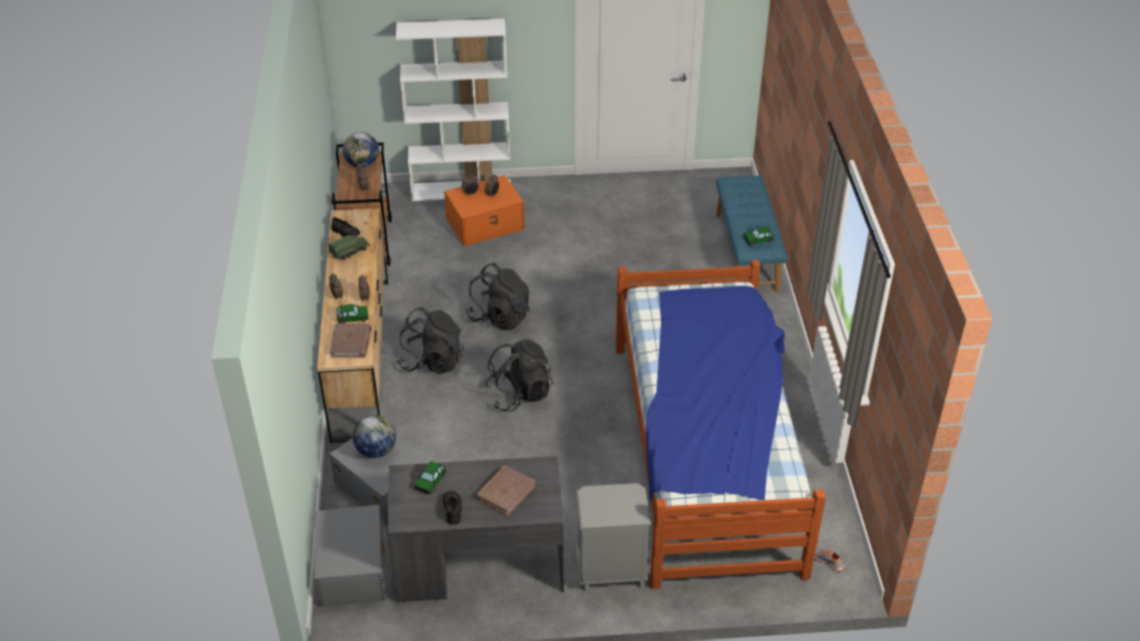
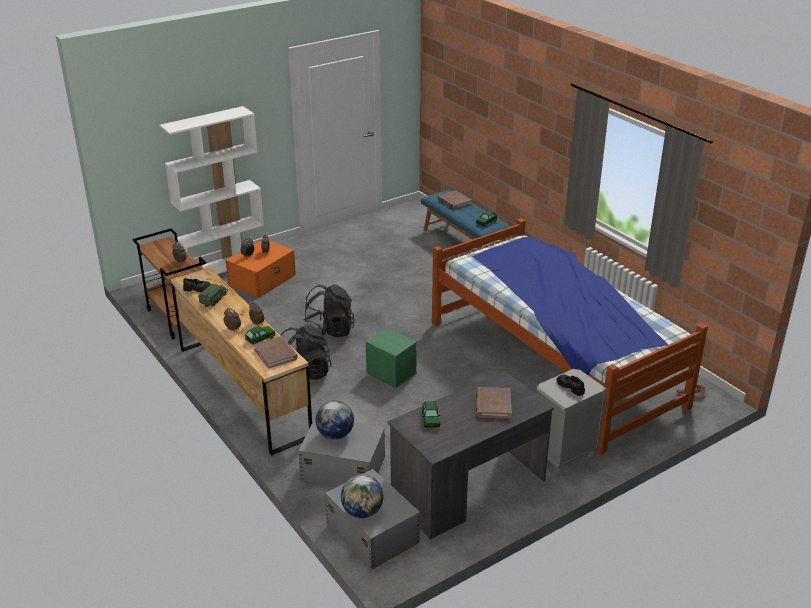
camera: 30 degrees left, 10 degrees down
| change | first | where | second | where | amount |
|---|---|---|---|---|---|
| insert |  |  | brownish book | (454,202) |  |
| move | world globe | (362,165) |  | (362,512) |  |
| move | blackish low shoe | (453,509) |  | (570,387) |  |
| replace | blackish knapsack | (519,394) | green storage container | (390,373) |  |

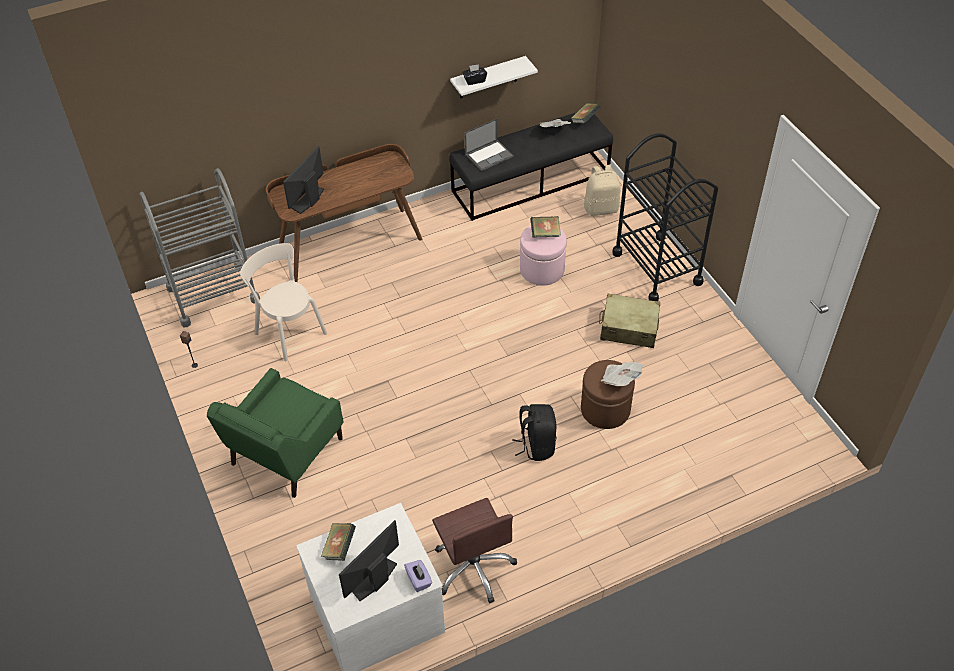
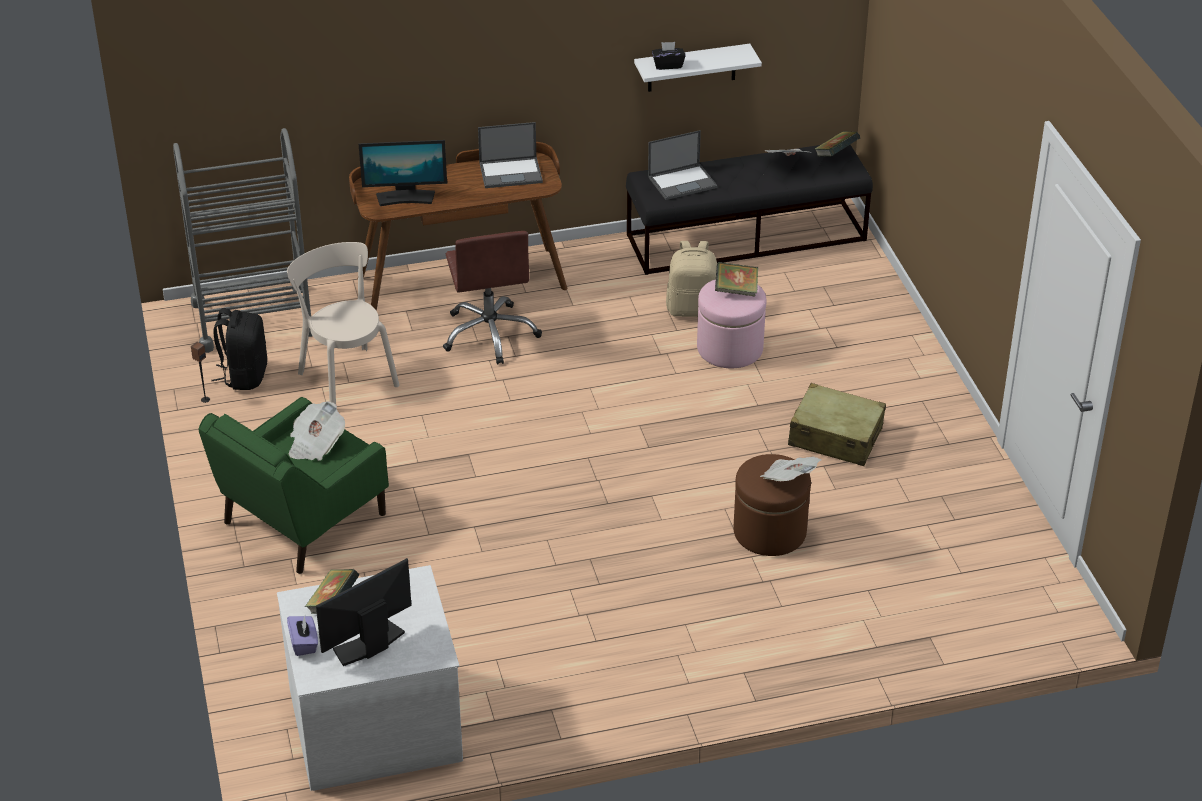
camera: 10 degrees right, 10 degrees down
| change | first | where | second | where | amount |
|---|---|---|---|---|---|
| delete | blackish cart | (657,268) |  |  |  |
| insert |  |  | daily paper | (315,444) |  |
| insert |  |  | notebook computer | (511,172) |  |
| move | purple-coloured tissue box | (419,580) |  | (304,643) |  |
| move | brownish computer chair | (474,567) |  | (490,334) |  |
| move | blackish knapsack | (536,445) |  | (244,375) |  |
| move | beige knapsack | (601,208) |  | (692,309) |  |
| rotate | computer screen | (308,200) |  | (405,197) | 135 degrees counterclockwise |

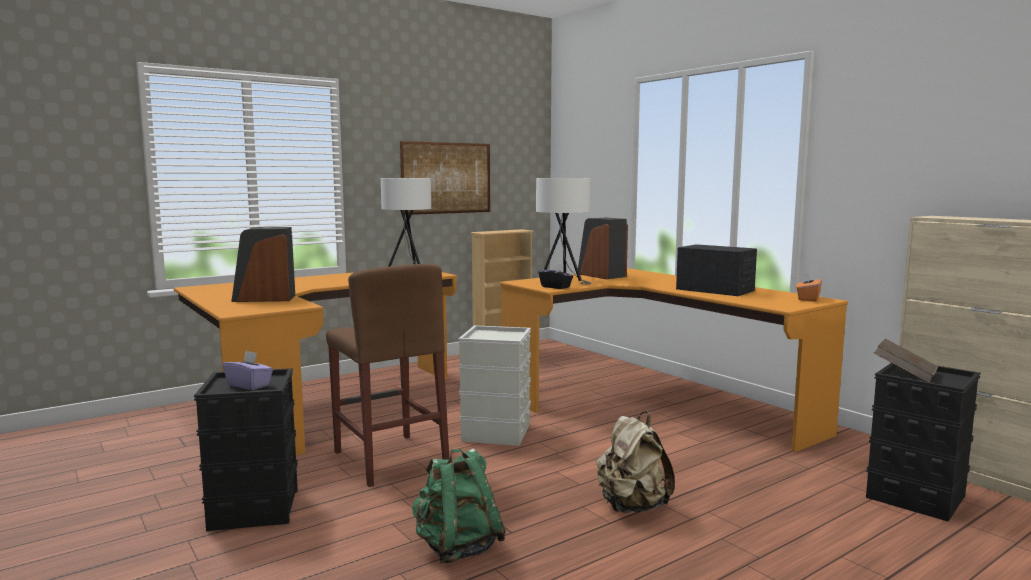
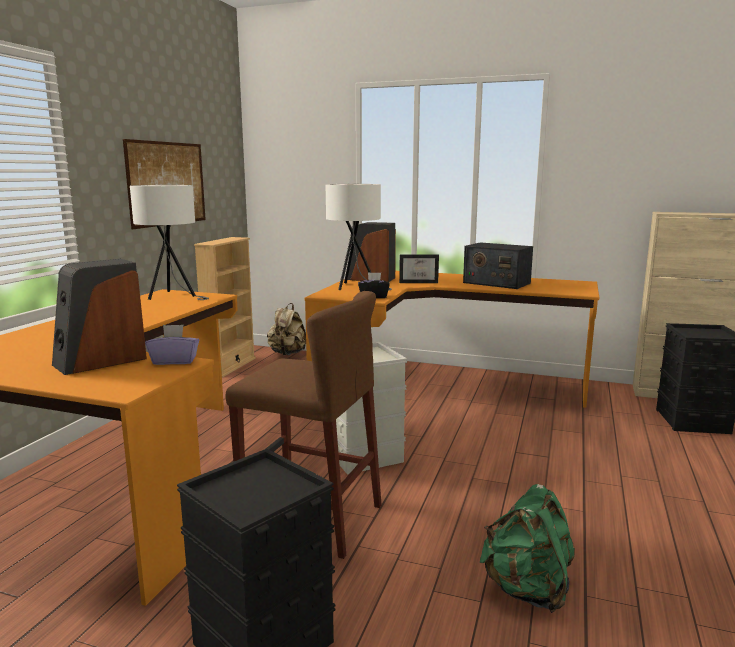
camera: 35 degrees left, 5 degrees up
| change | first | where | second | where | amount |
|---|---|---|---|---|---|
| delete | orange-coloured tissue box | (808,299) |  |  |  |
| delete | brownish book | (904,374) |  |  |  |
| insert |  |  | picture frame | (419,282) |  |
| move | purple-coloured tissue box | (249,385) |  | (174,361) |  |
| move | beige knapsack | (632,506) |  | (287,354) |  |
| rotate | radio | (715,290) |  | (496,283) | 150 degrees counterclockwise |

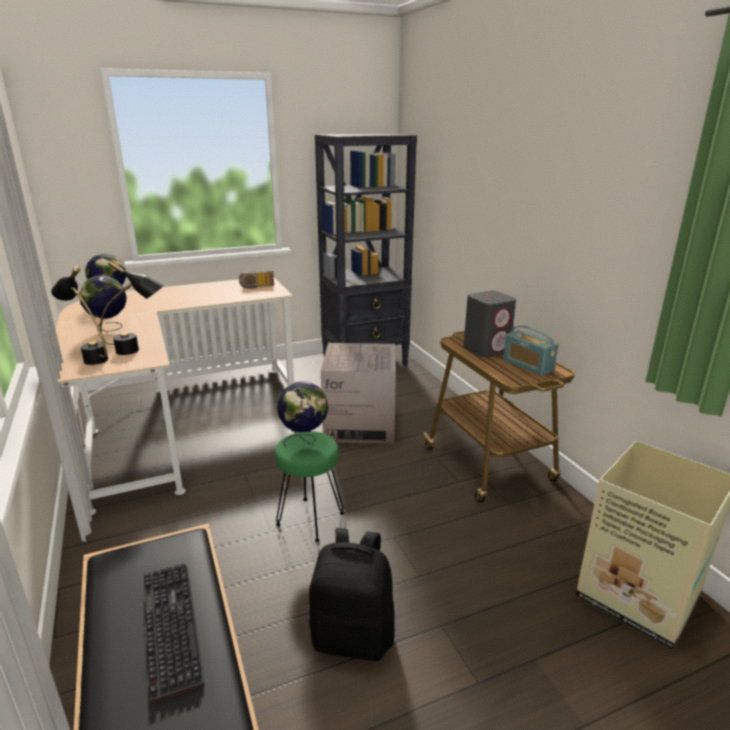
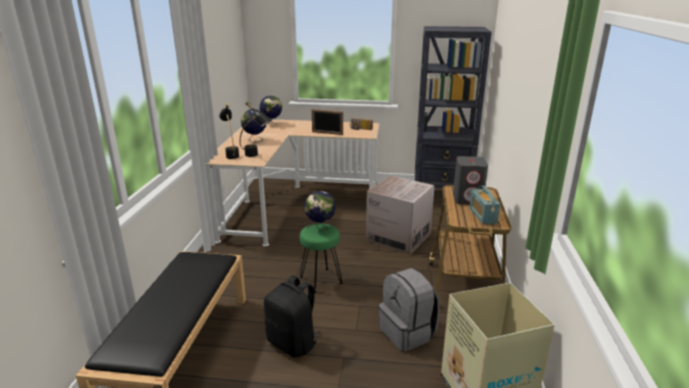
camera: 30 degrees right, 0 degrees up
| change | first | where | second | where | amount |
|---|---|---|---|---|---|
| delete | computer keyboard | (168,627) |  |  |  |
| insert |  |  | picture frame | (327,133) |  |
| insert |  |  | gray knapsack | (408,333) |  |

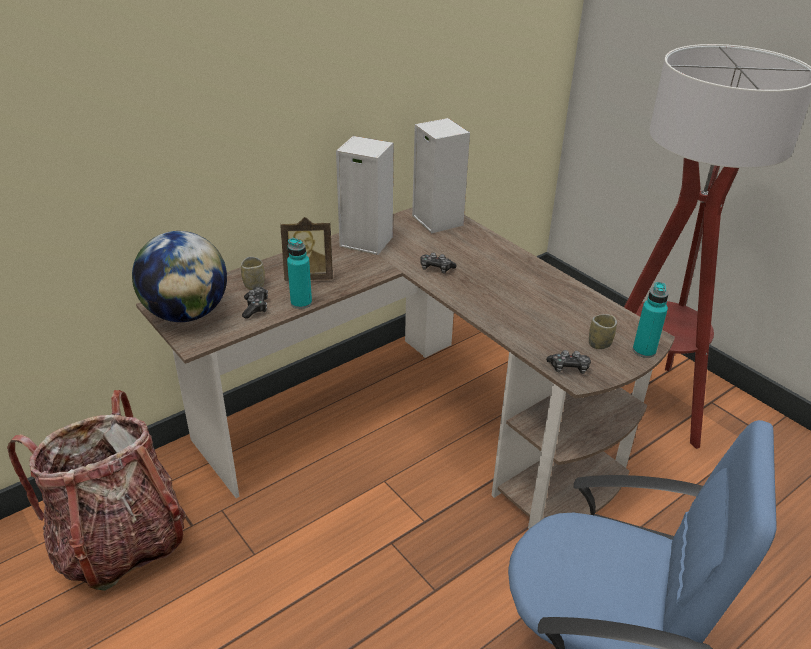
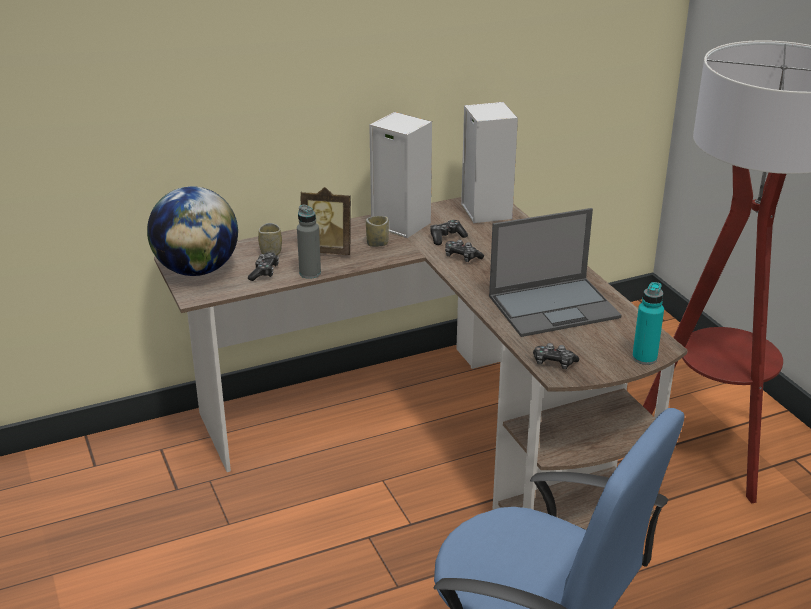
camera: 15 degrees right, 5 degrees down
| change | first | where | second | where | amount |
|---|---|---|---|---|---|
| delete | knapsack | (120,542) |  |  |  |
| insert |  |  | gamepad | (446,237) |  |
| insert |  |  | notebook computer | (555,306) |  |
| move | small cup | (599,344) |  | (377,243) |  |
| recolor | blue-green bottle | (301,303) | gray bottle | (310,273) |  |

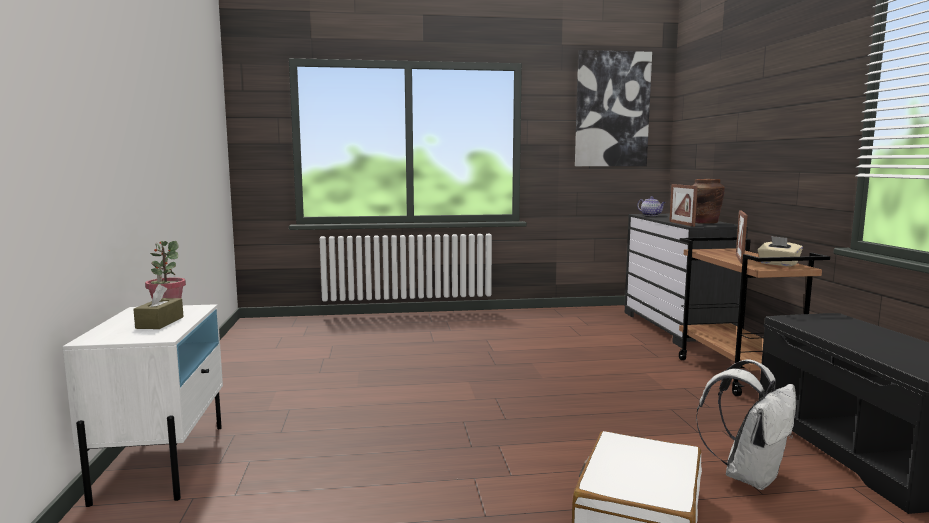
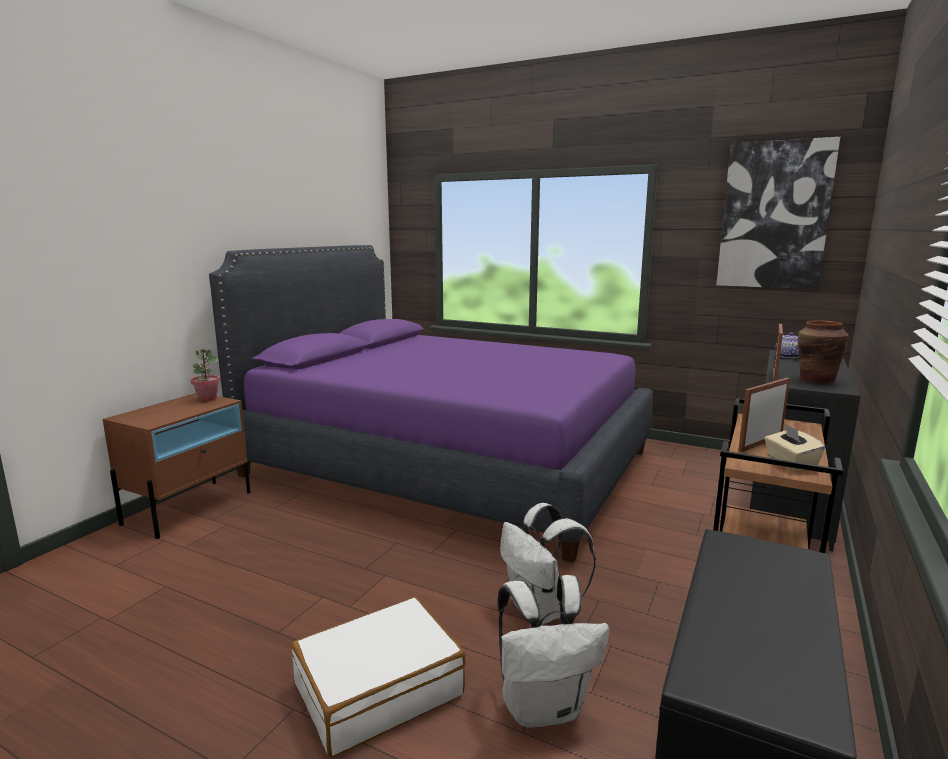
camera: 35 degrees right, 5 degrees up
| change | first | where | second | where | amount |
|---|---|---|---|---|---|
| delete | brownish tissue box | (160,322) |  |  |  |
| insert |  |  | purple-coloured bed | (448,463) |  |
| insert |  |  | white-coloured knapsack | (540,611) |  |
| recolor | white-coloured bedside table | (163,461) | brownish bedside table | (189,507) |  |

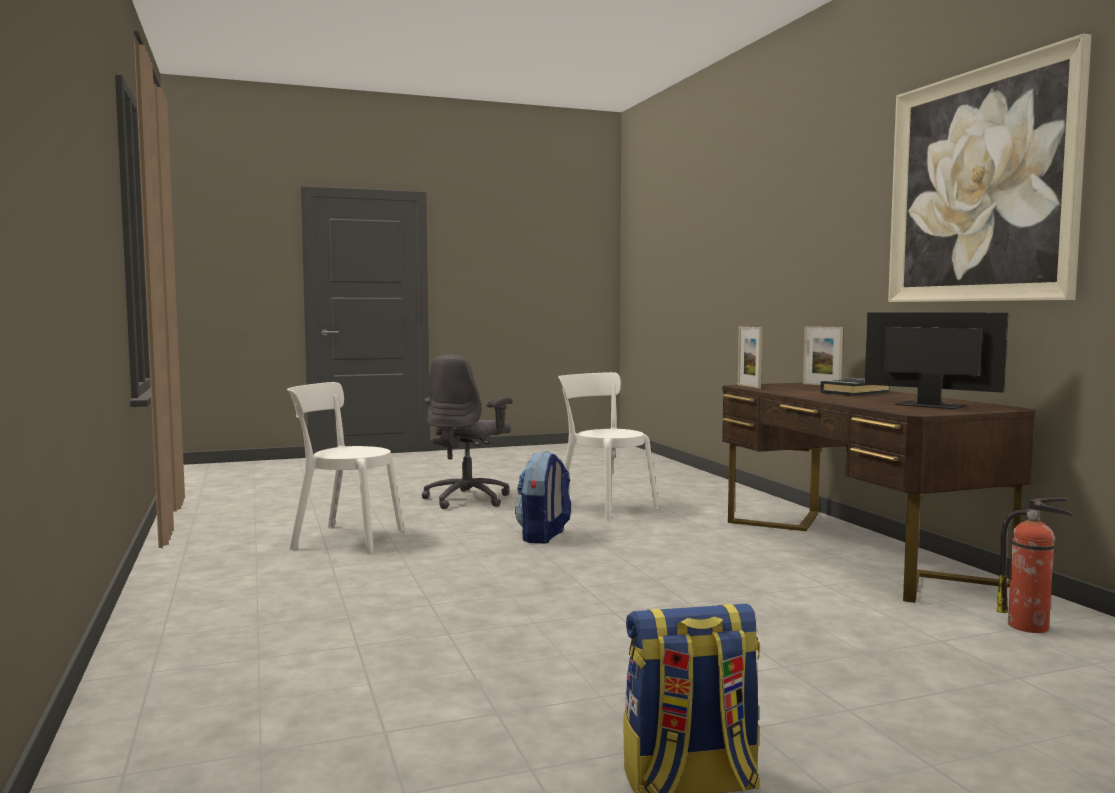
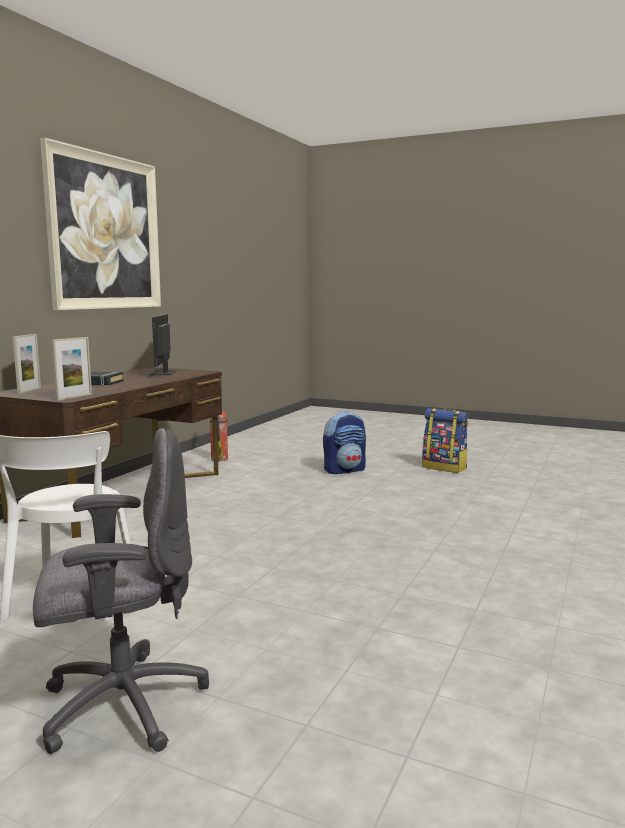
camera: 135 degrees left, 5 degrees up
| change | first | where | second | where | amount |
|---|---|---|---|---|---|
| delete | white-coloured plain chair | (343,538) |  |  |  |
| move | knapsack | (544,537) |  | (344,470) |  |

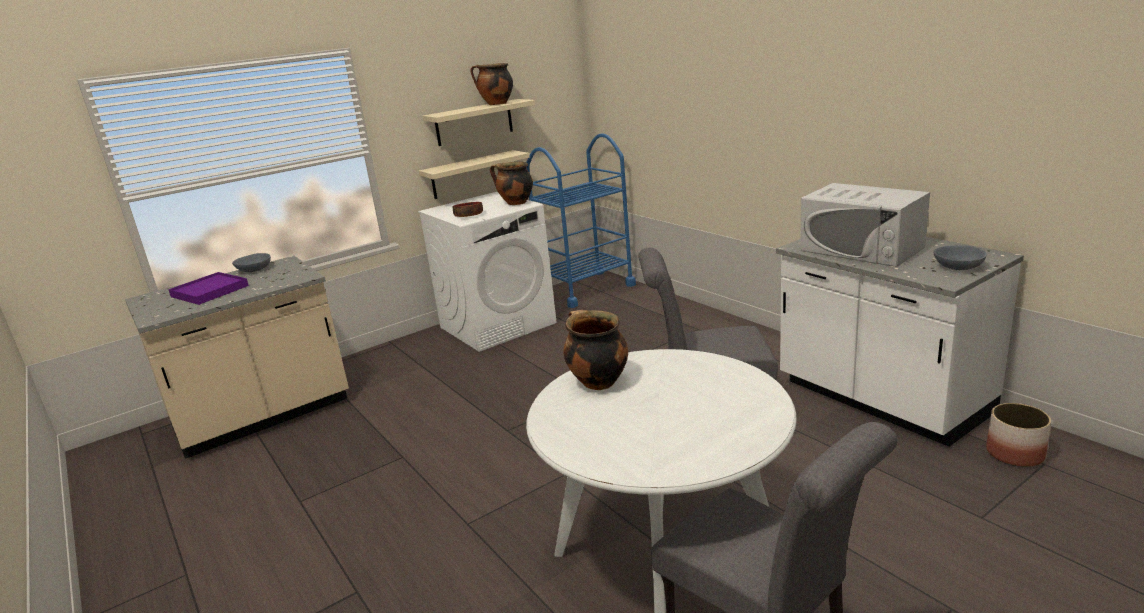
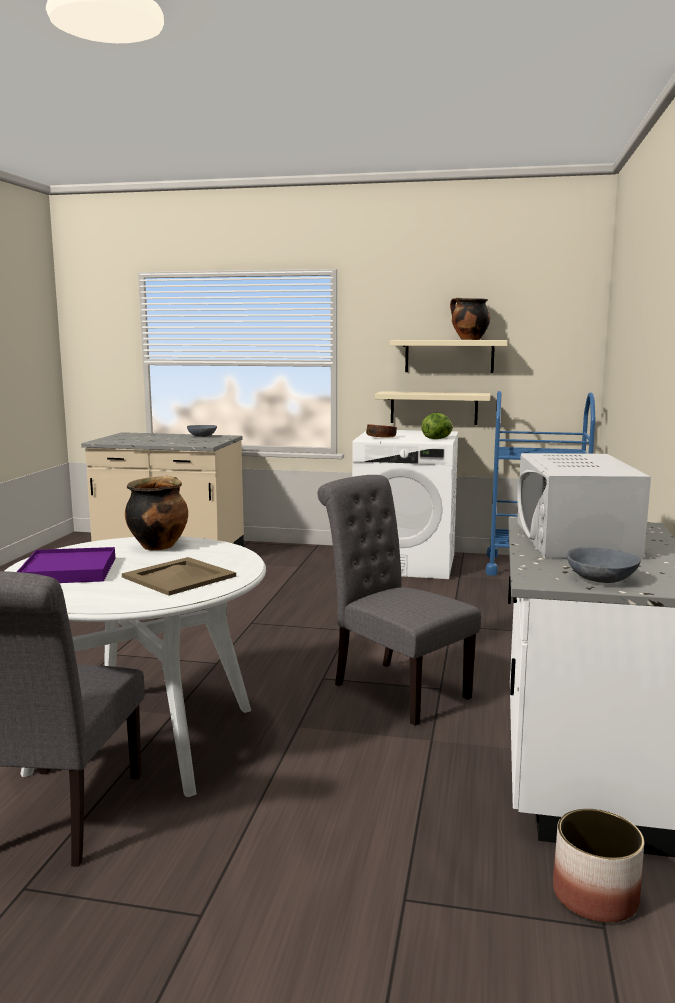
camera: 45 degrees right, 10 degrees down
| change | first | where | second | where | amount |
|---|---|---|---|---|---|
| insert |  |  | beige serving tray | (178,577) |  |
| move | purple-coloured serving tray | (209,291) |  | (68,571) |  |
| replace | cooking pot | (515,203) | head of lettuce | (437,439) |  |

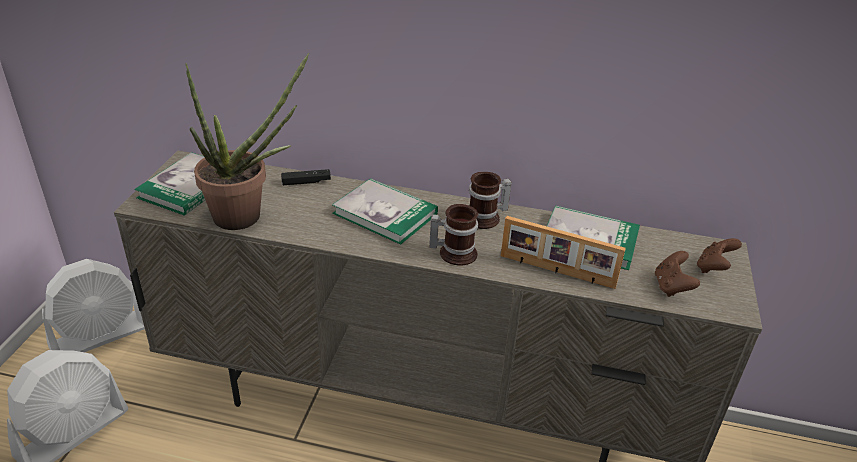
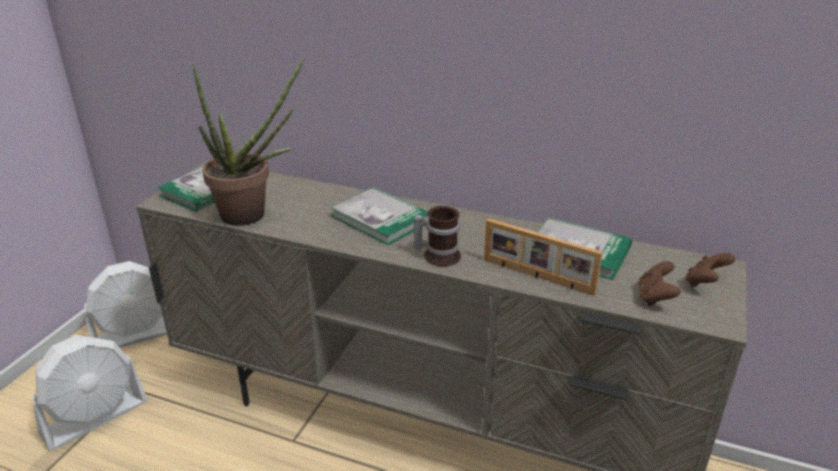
camera: 10 degrees right, 5 degrees down
| change | first | where | second | where | amount |
|---|---|---|---|---|---|
| delete | blackish gamepad | (306,182) |  |  |  |
| delete | tea mug | (486,219) |  |  |  |

